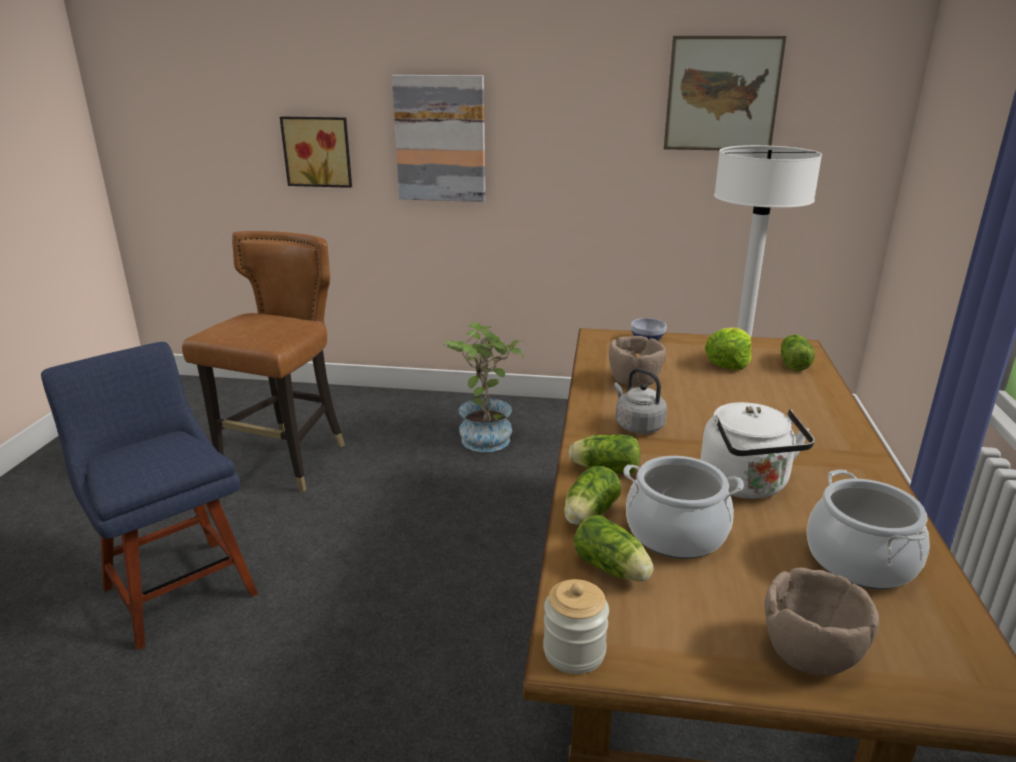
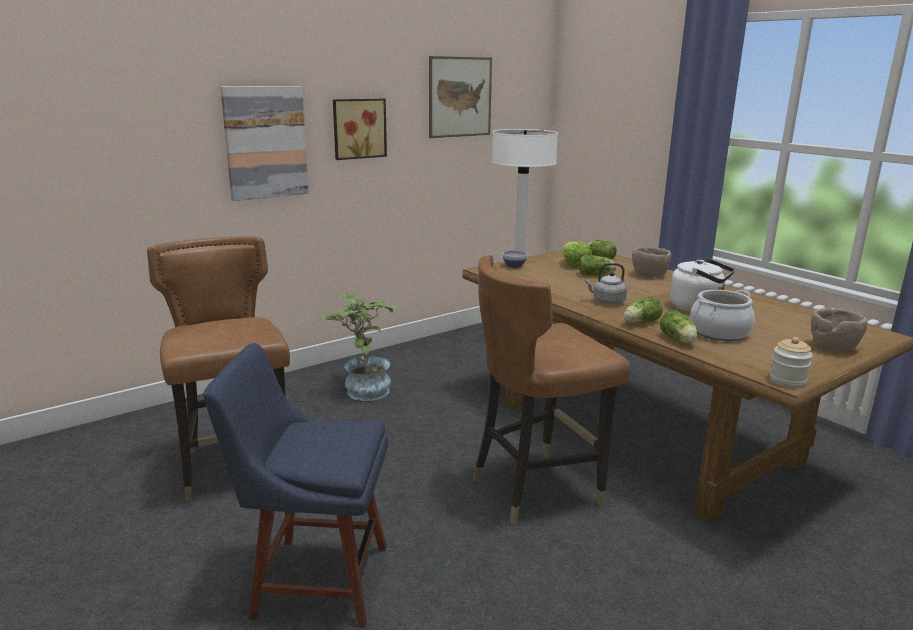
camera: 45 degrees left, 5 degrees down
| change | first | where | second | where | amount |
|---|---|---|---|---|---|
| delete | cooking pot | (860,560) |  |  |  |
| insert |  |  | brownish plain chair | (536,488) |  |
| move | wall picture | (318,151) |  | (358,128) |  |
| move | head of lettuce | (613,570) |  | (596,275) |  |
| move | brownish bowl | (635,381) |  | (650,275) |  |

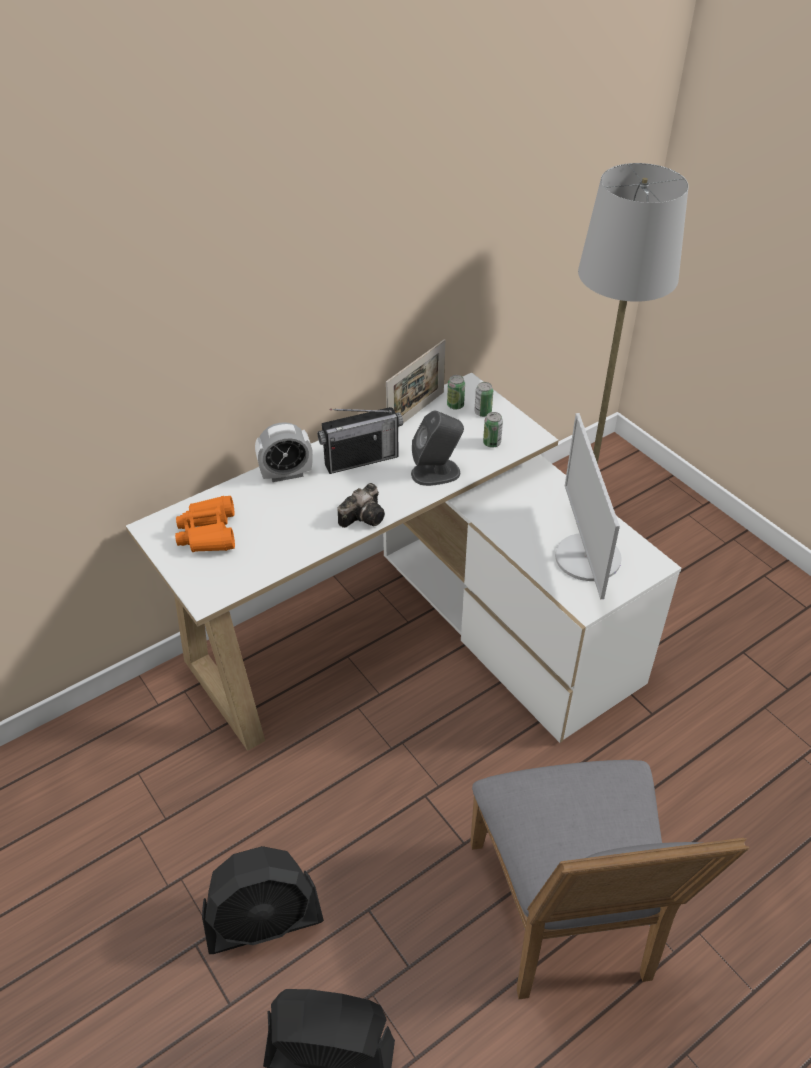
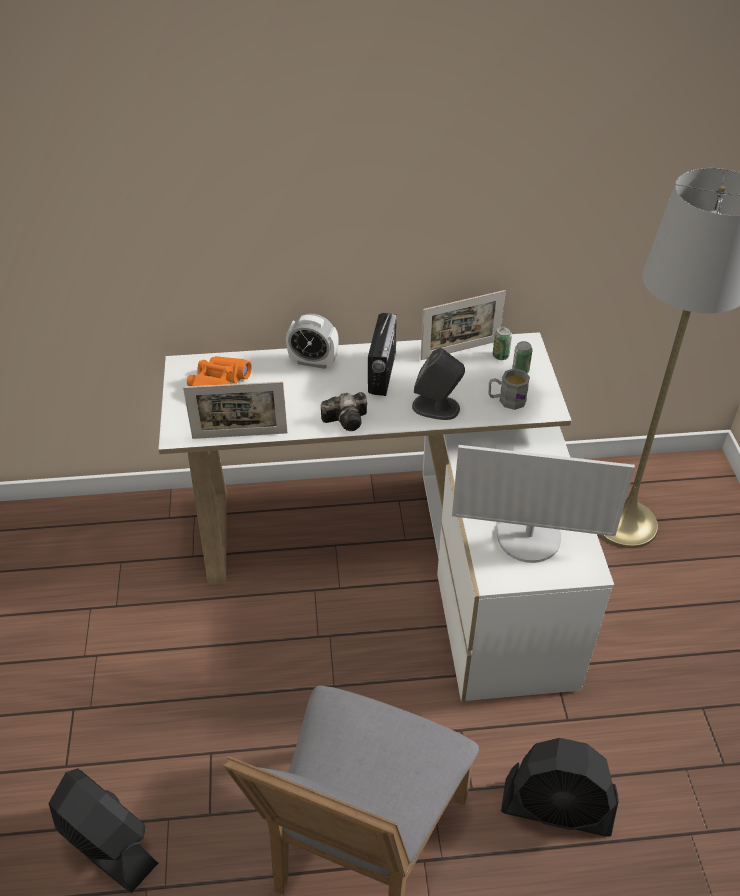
camera: 30 degrees right, 0 degrees up
| change | first | where | second | where | amount |
|---|---|---|---|---|---|
| insert |  |  | picture frame | (240,435) |  |
| move | blackish fan | (264,921) |  | (557,808) |  |
| replace | can | (491,443) | gray tea mug | (506,400) |  |
| rotate | radio | (361,460) |  | (382,372) | 90 degrees counterclockwise |
| rotate | computer screen | (586,558) |  | (529,537) | 105 degrees counterclockwise |

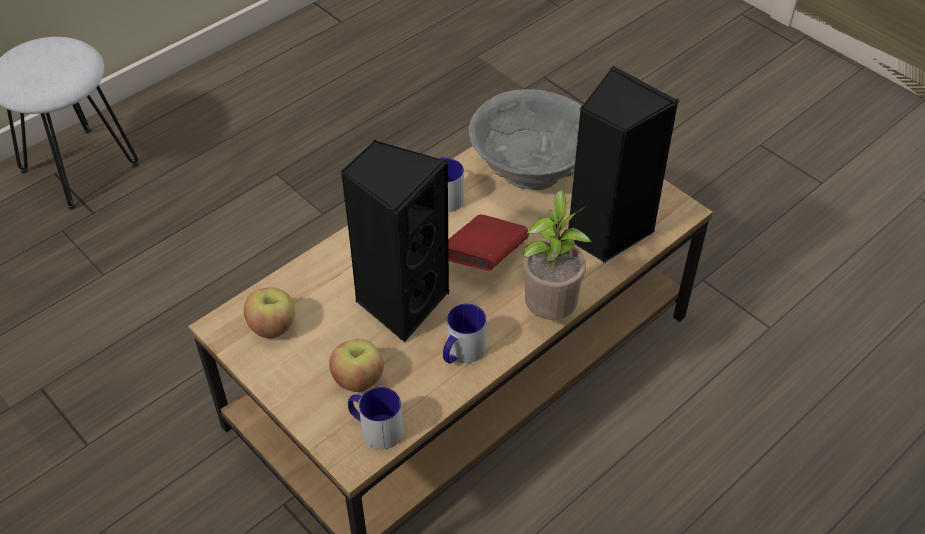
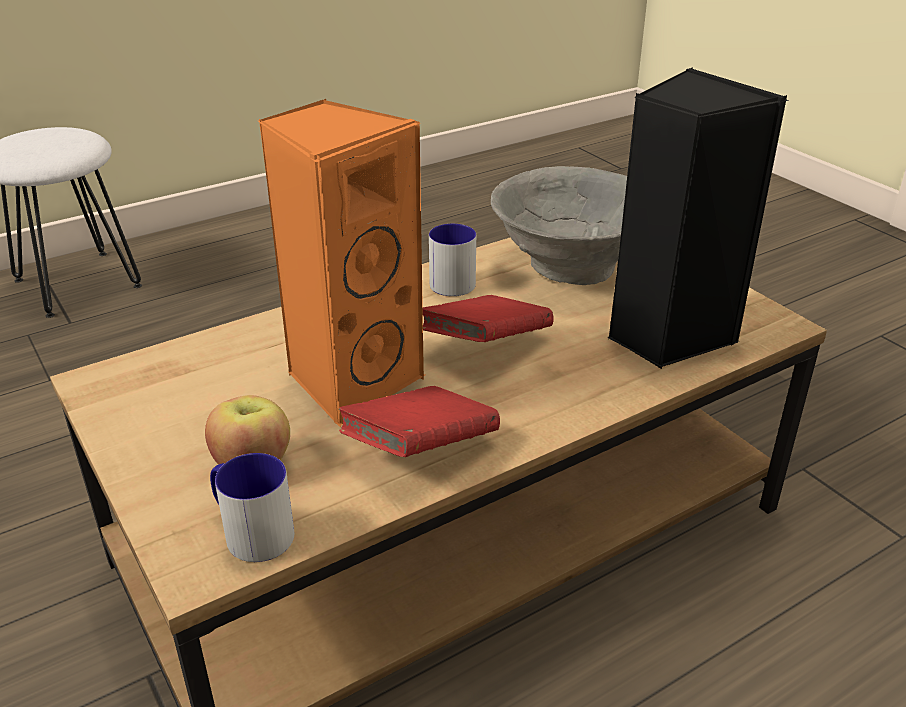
camera: 10 degrees right, 15 degrees down
| change | first | where | second | where | amount |
|---|---|---|---|---|---|
| delete | apple fruit | (273,327) |  |  |  |
| delete | plant in a pot | (550,311) |  |  |  |
| replace | tea mug | (461,353) | reddish book | (420,449) |  |
| recolor | blackish speaker | (400,301) | orange-coloured speaker | (351,380) |  |

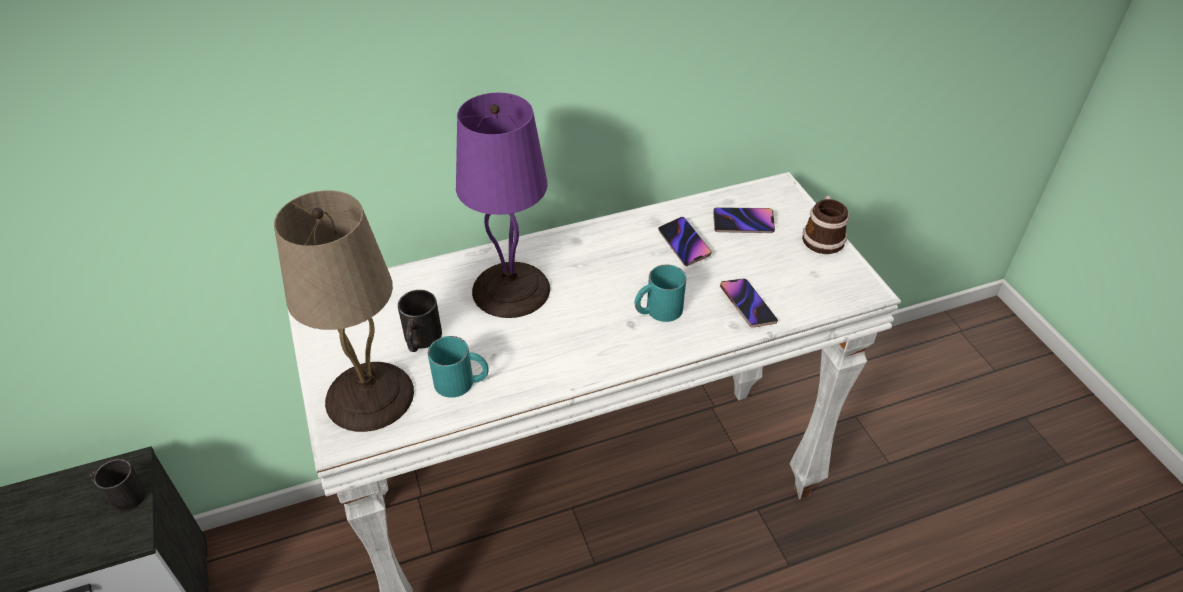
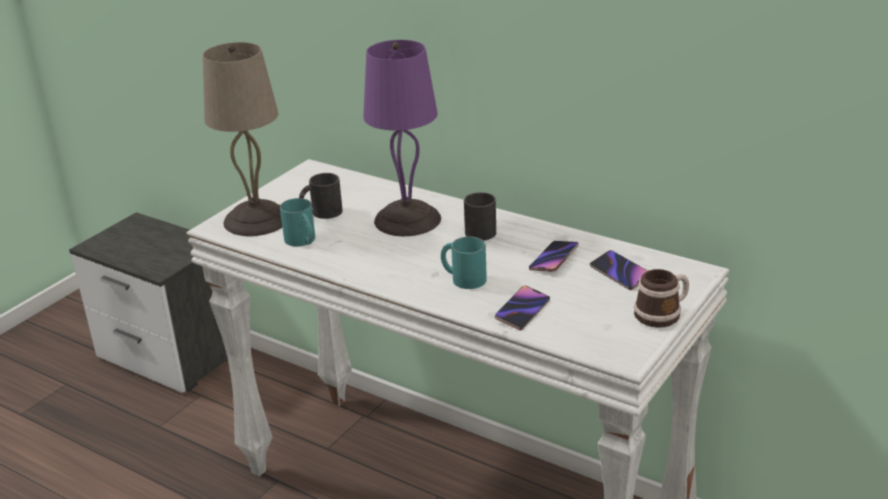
camera: 55 degrees right, 15 degrees down
| change | first | where | second | where | amount |
|---|---|---|---|---|---|
| move | blackish tea mug | (121,495) |  | (477,229) |  |

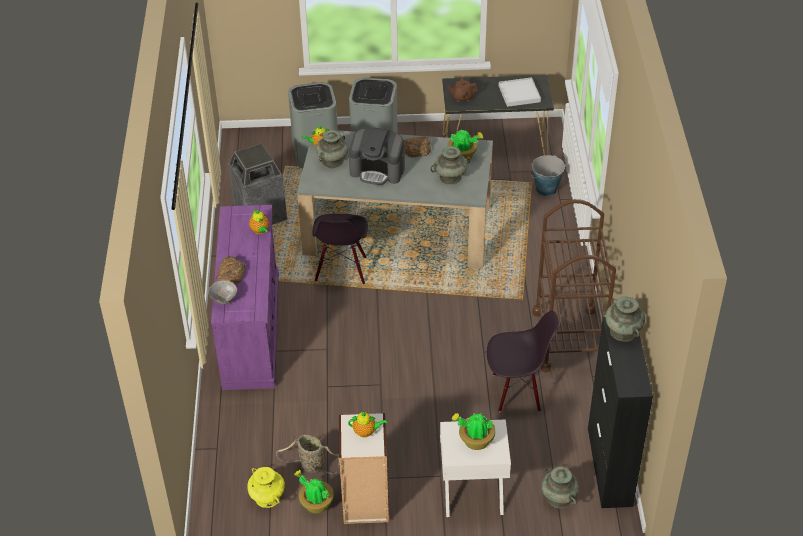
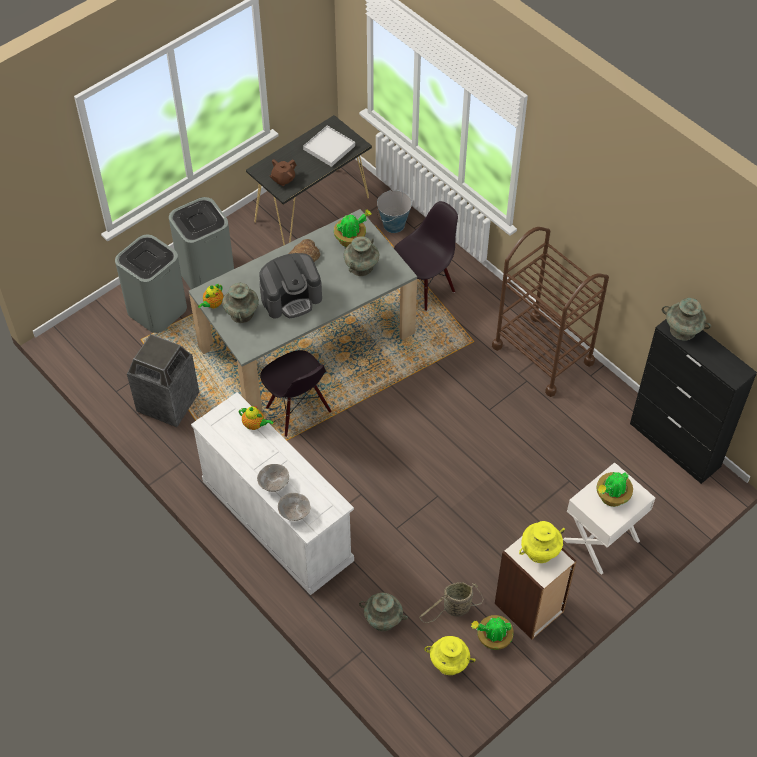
camera: 40 degrees left, 10 degrees up
| change | first | where | second | where | amount |
|---|---|---|---|---|---|
| move | blackish plain chair | (517,391) |  | (424,287) |  |
| move | blue-green decorative vase | (559,498) |  | (383,619) |  |
| replace | bakery bread | (230,273) | gray bowl | (273,484) |  |
| replace | pot for tea | (366,432) | yellow decorative vase | (539,551) |  |
| recolor | purple-coloured chest of drawers | (251,329) | white-coloured chest of drawers | (276,520) |  |

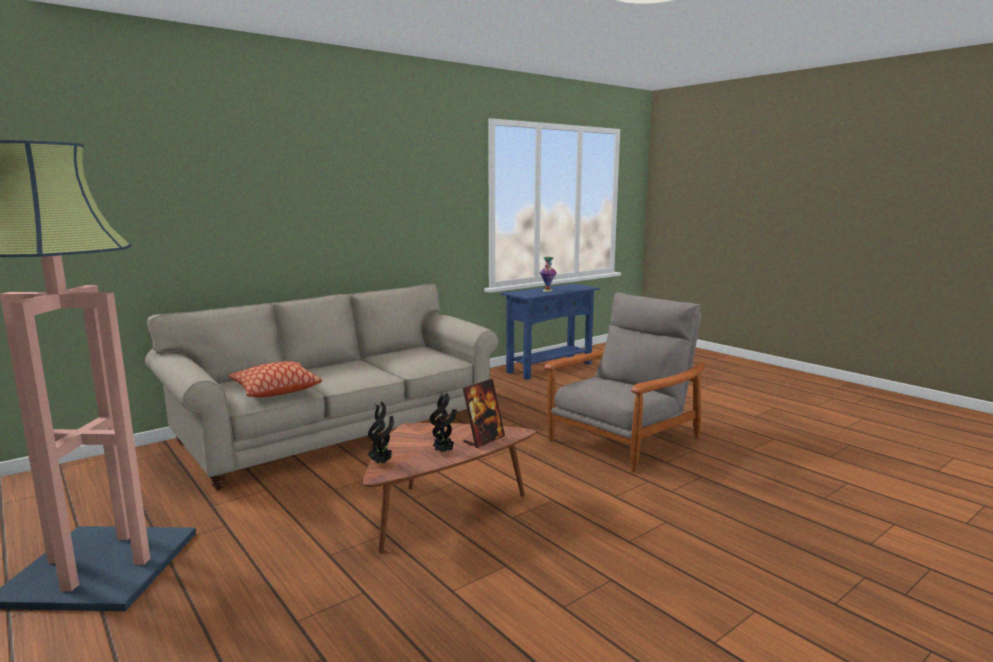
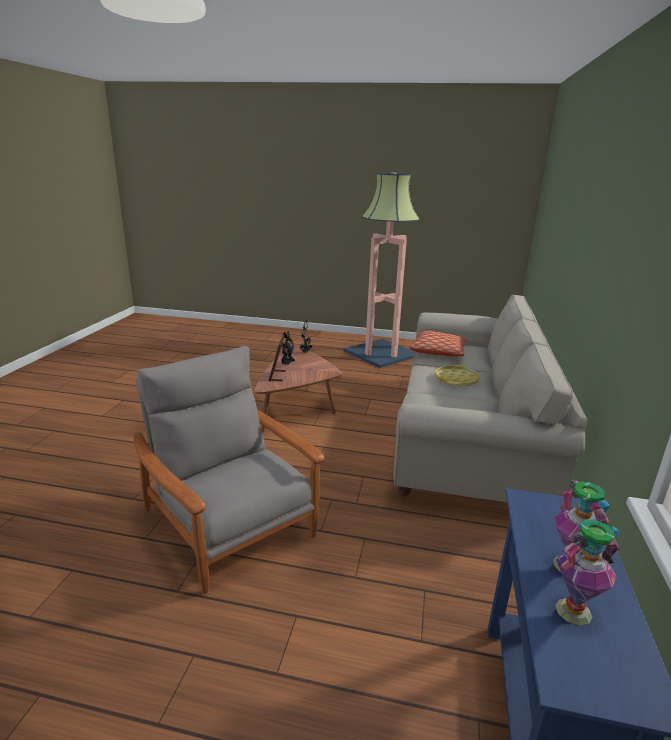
camera: 140 degrees right, 10 degrees up
| change | first | where | second | where | amount |
|---|---|---|---|---|---|
| insert |  |  | yellow serving tray | (456,380) |  |
| insert |  |  | decorative vase | (573,610) |  |
| rotate | gray easy chair | (623,439) |  | (229,524) | 135 degrees clockwise |

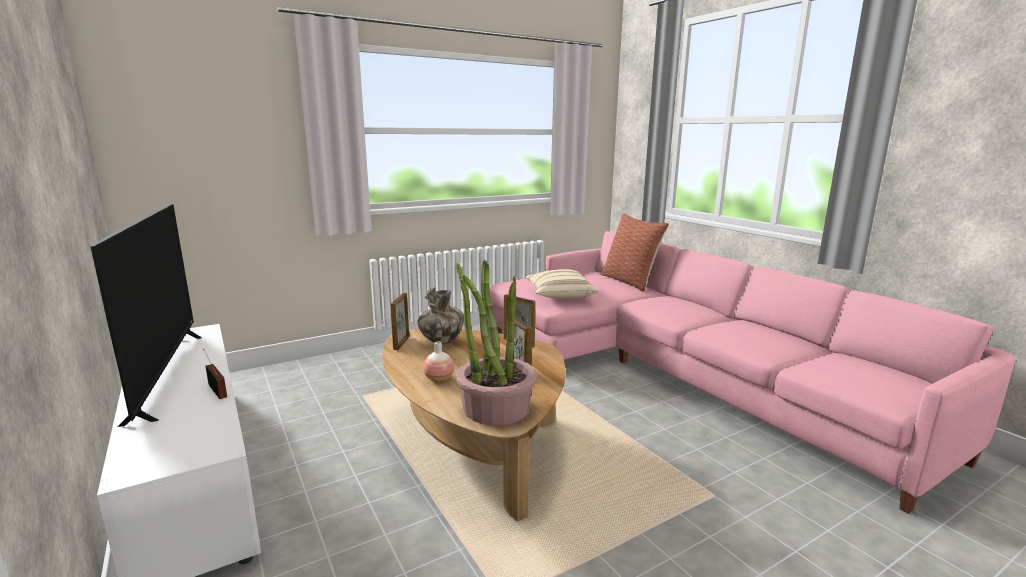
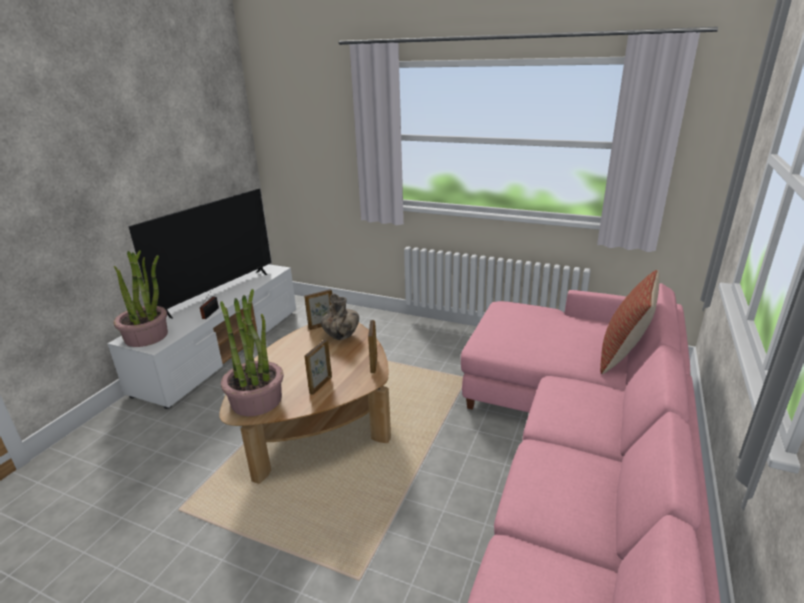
camera: 55 degrees right, 10 degrees up
| change | first | where | second | where | amount |
|---|---|---|---|---|---|
| delete | decorative vase | (439,379) |  |  |  |
| delete | beige pillow | (559,295) |  |  |  |
| insert |  |  | plant in a pot | (147,336) |  |

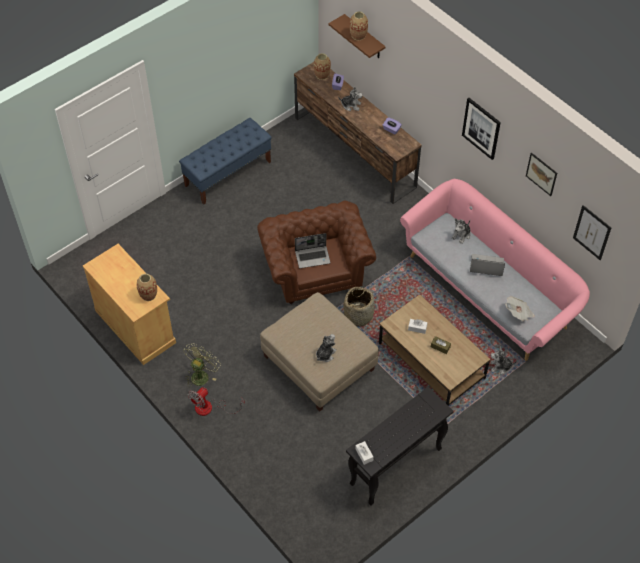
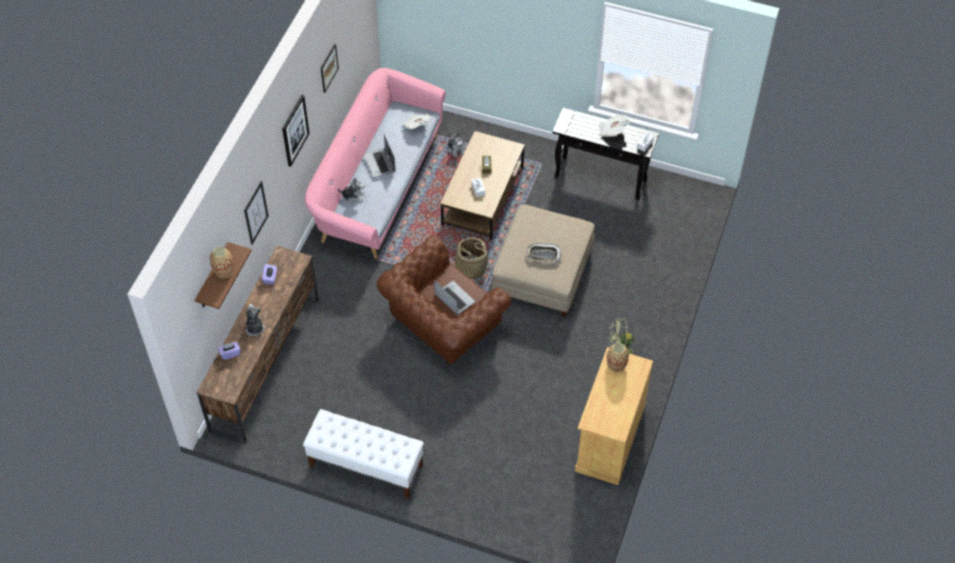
camera: 120 degrees left, 0 degrees up
| change | first | where | second | where | amount |
|---|---|---|---|---|---|
| delete | fan | (210,408) |  |  |  |
| delete | decorative vase | (322,75) |  |  |  |
| delete | soft toy | (325,354) |  |  |  |
| insert |  |  | serving tray | (543,255) |  |
| insert |  |  | daily paper | (612,130) |  |
| move | wall picture | (592,232) |  | (256,213) |  |
| recolor | bluish bench | (228,173) | white-coloured bench | (365,466) |  |

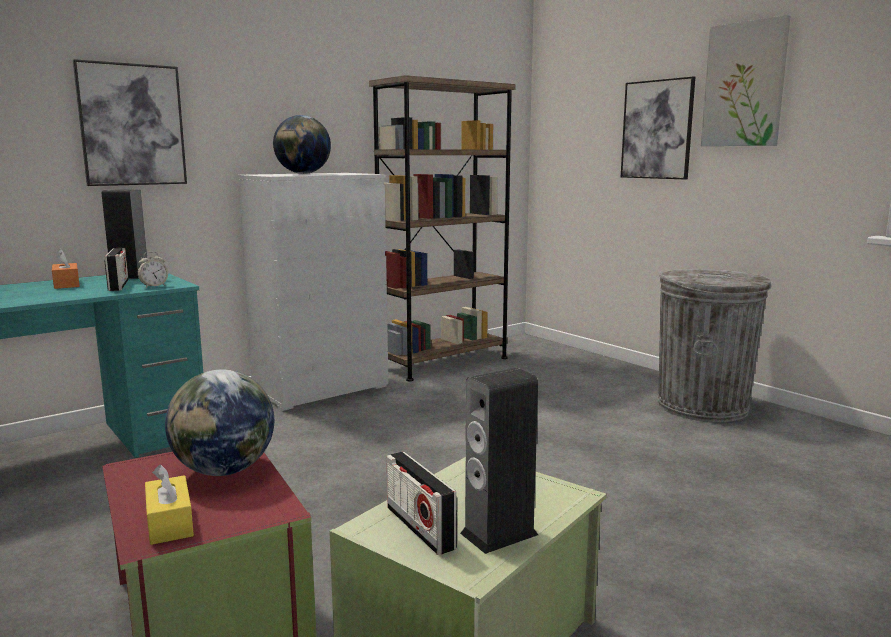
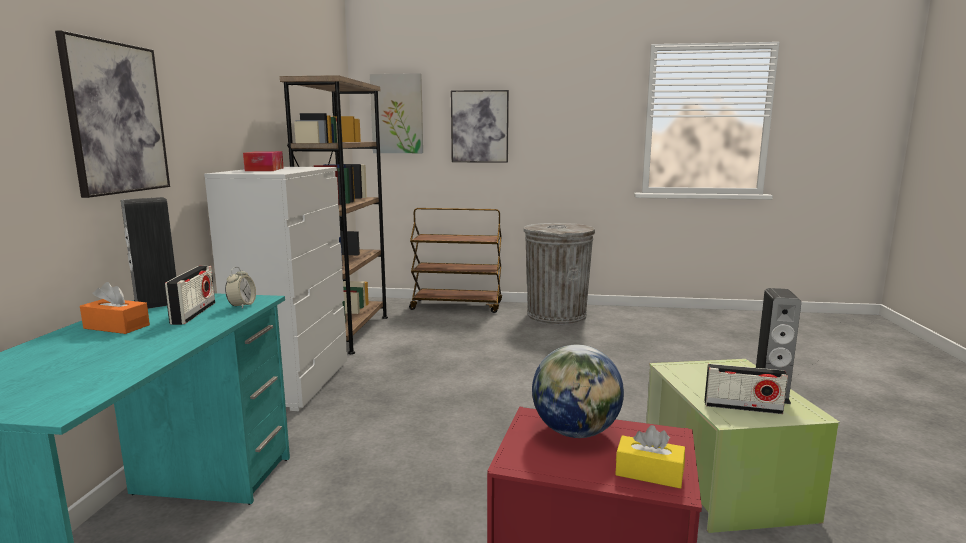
camera: 45 degrees left, 0 degrees up
| change | first | where | second | where | amount |
|---|---|---|---|---|---|
| insert |  |  | brownish cart | (457,306) |  |
| move | wall picture | (744,85) |  | (397,114) |  |
| replace | world globe | (303,173) | tissue box | (264,169) |  |
| rotate | radio | (118,285) |  | (194,313) | 60 degrees clockwise |

